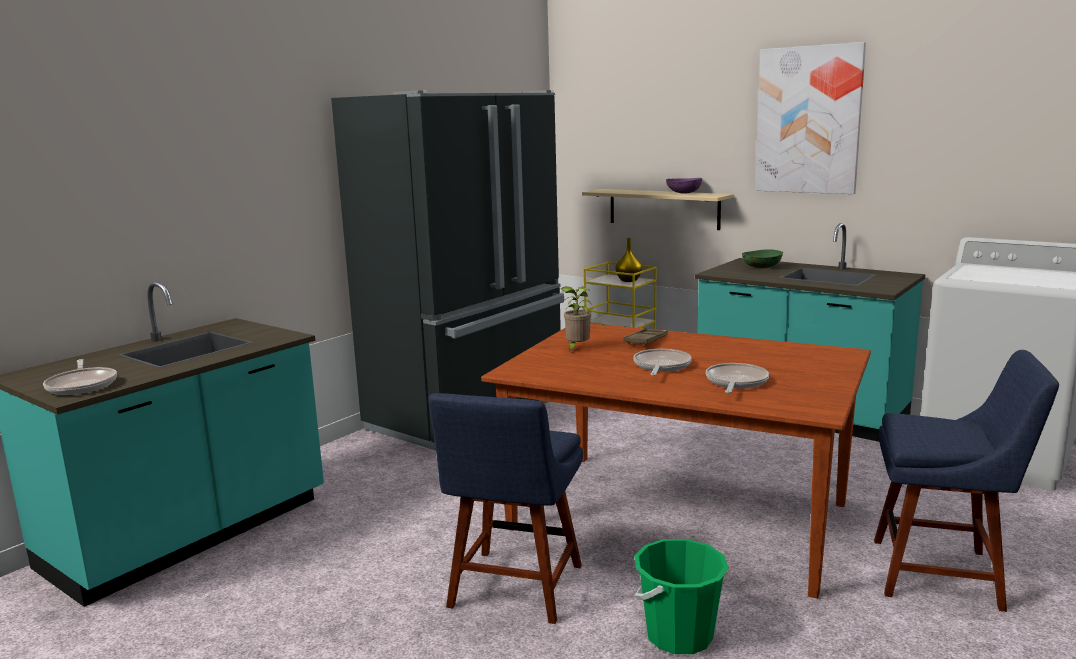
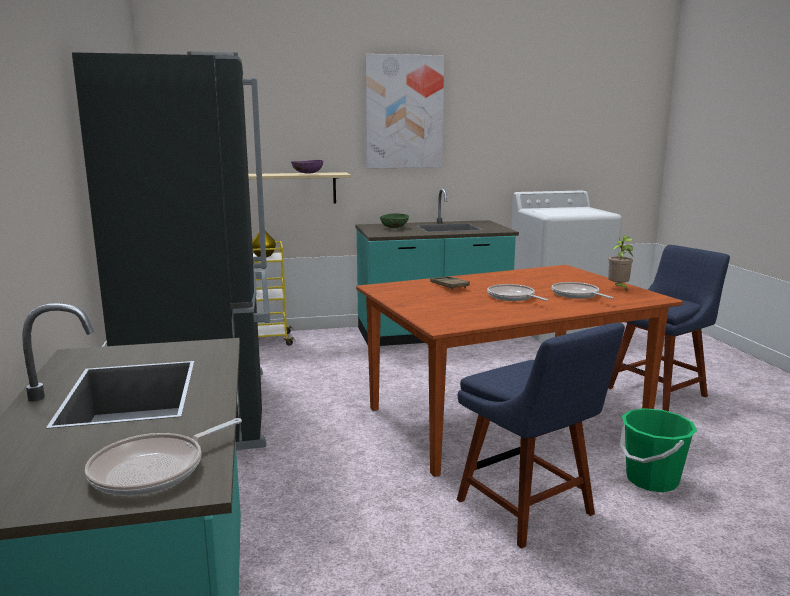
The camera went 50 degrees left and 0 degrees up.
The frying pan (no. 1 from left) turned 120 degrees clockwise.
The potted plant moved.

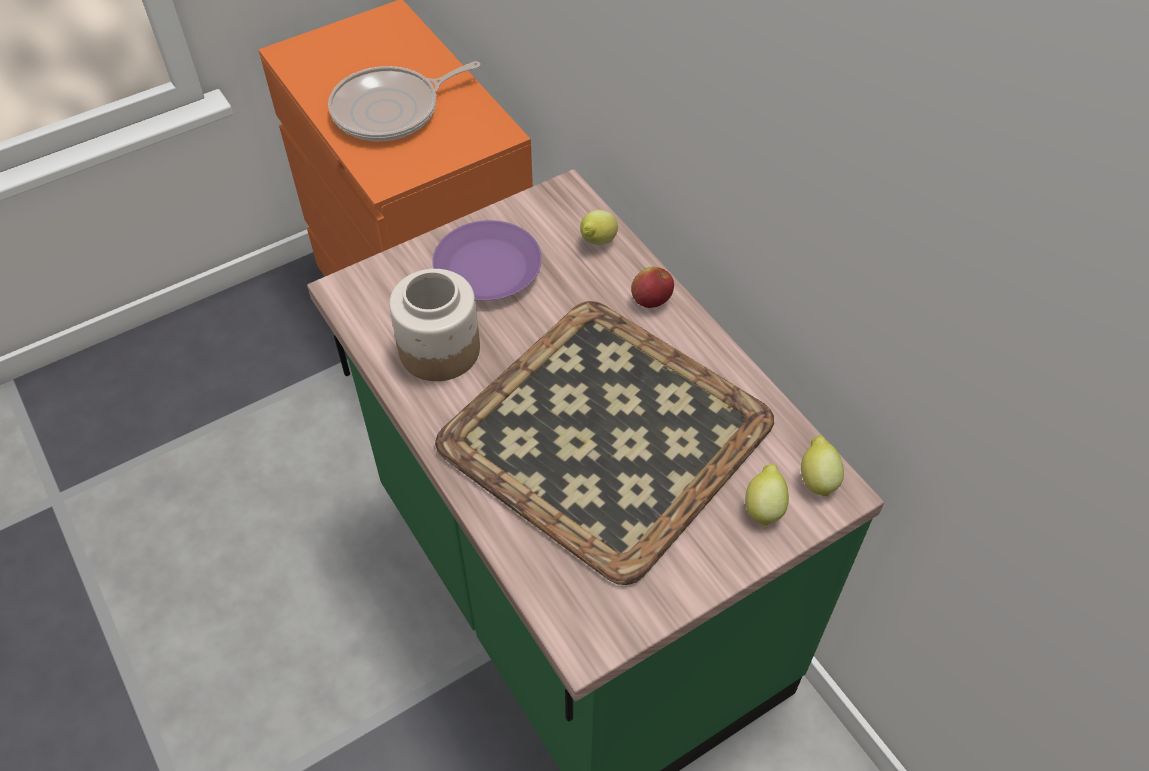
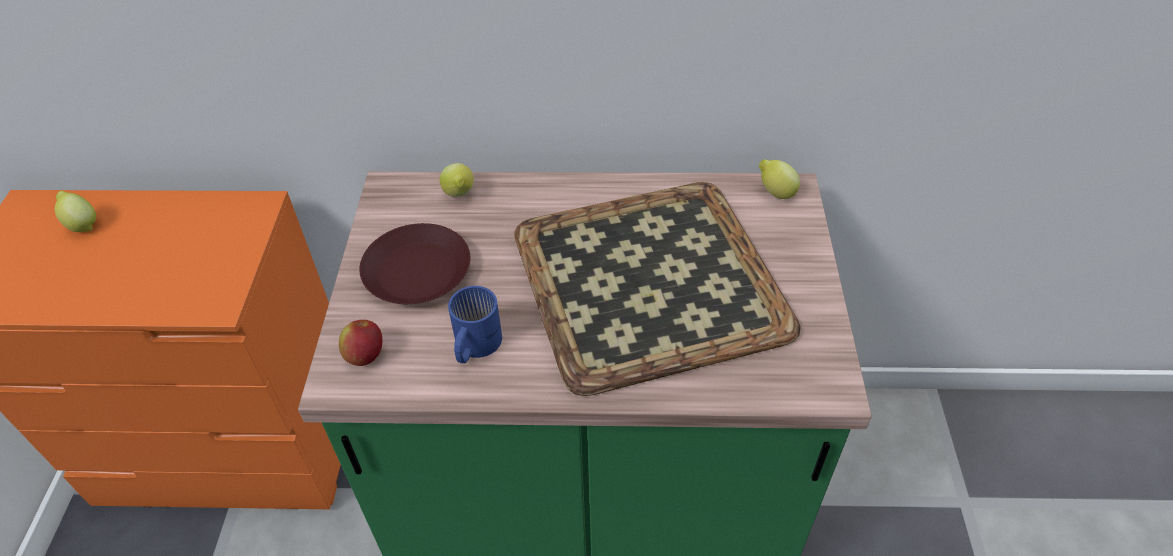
The camera went 55 degrees left and 5 degrees down.
The lemon (no. 2 from left in the first image) moved.
The apple moved.
The plate/purple became the plate/brown.
The jar was replaced by the mug/blue.
The frying pan disappeared.

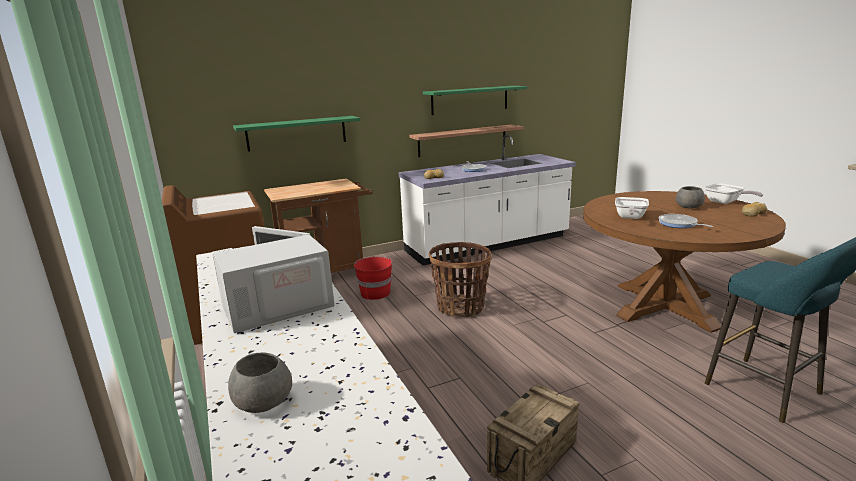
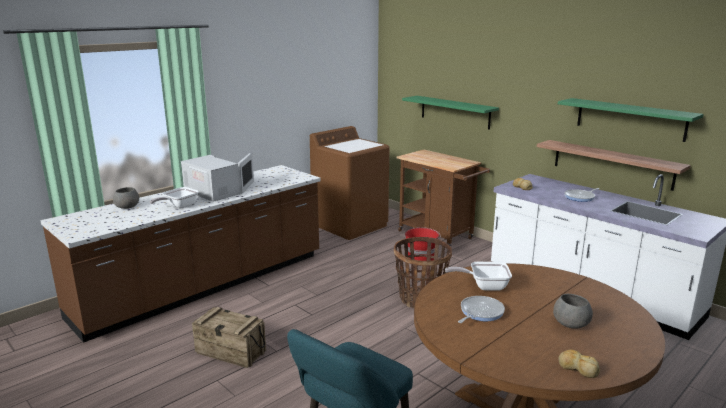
The camera went 70 degrees right and 0 degrees up.
The frying pan (no. 4 from left in the first image) moved.

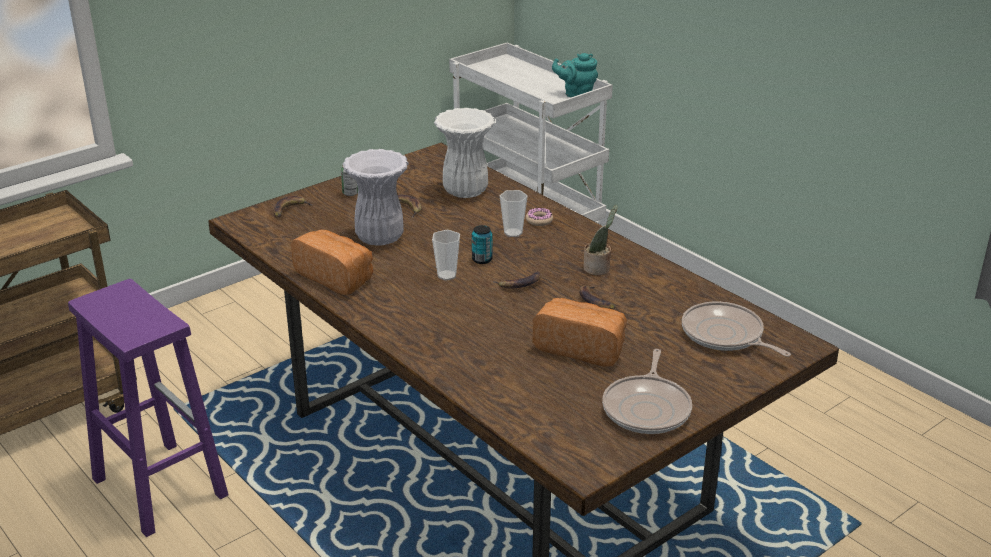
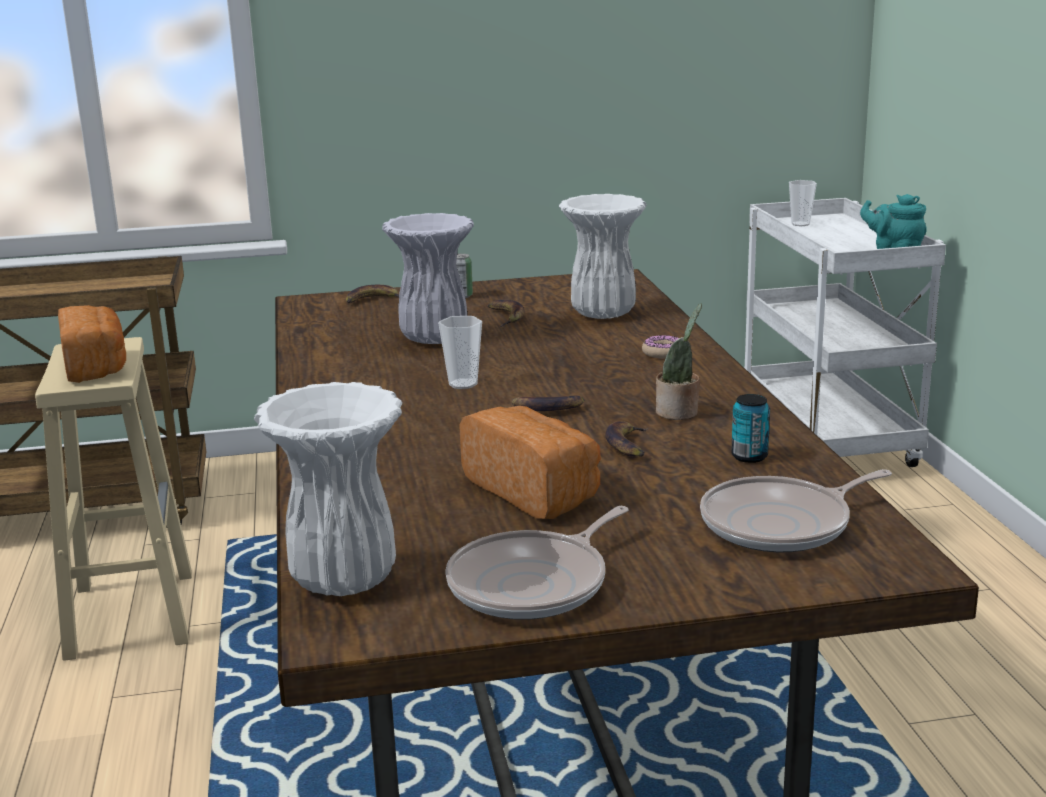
The camera went 30 degrees right and 10 degrees down.
The stool/purple became the stool/beige.
The bread (no. 1 from left) moved.
The vase/white (no. 1 from left) appeared.
The frying pan (no. 2 from left) turned 105 degrees counterclockwise.
The can (no. 2 from left) moved.
The cup (no. 2 from left) moved.

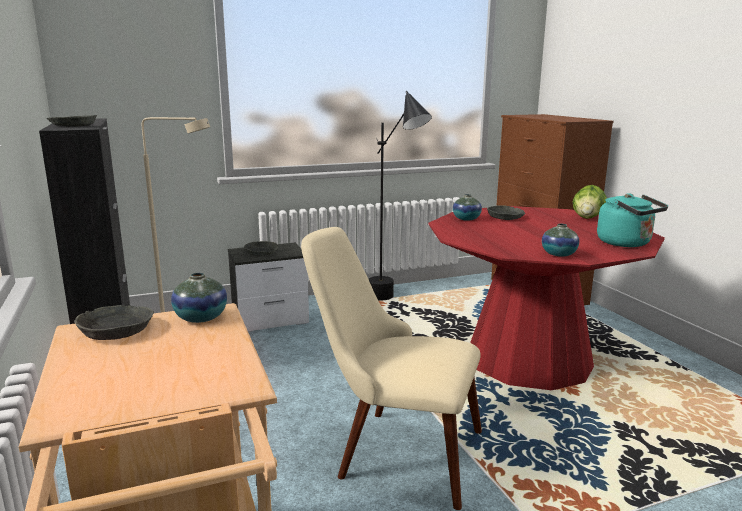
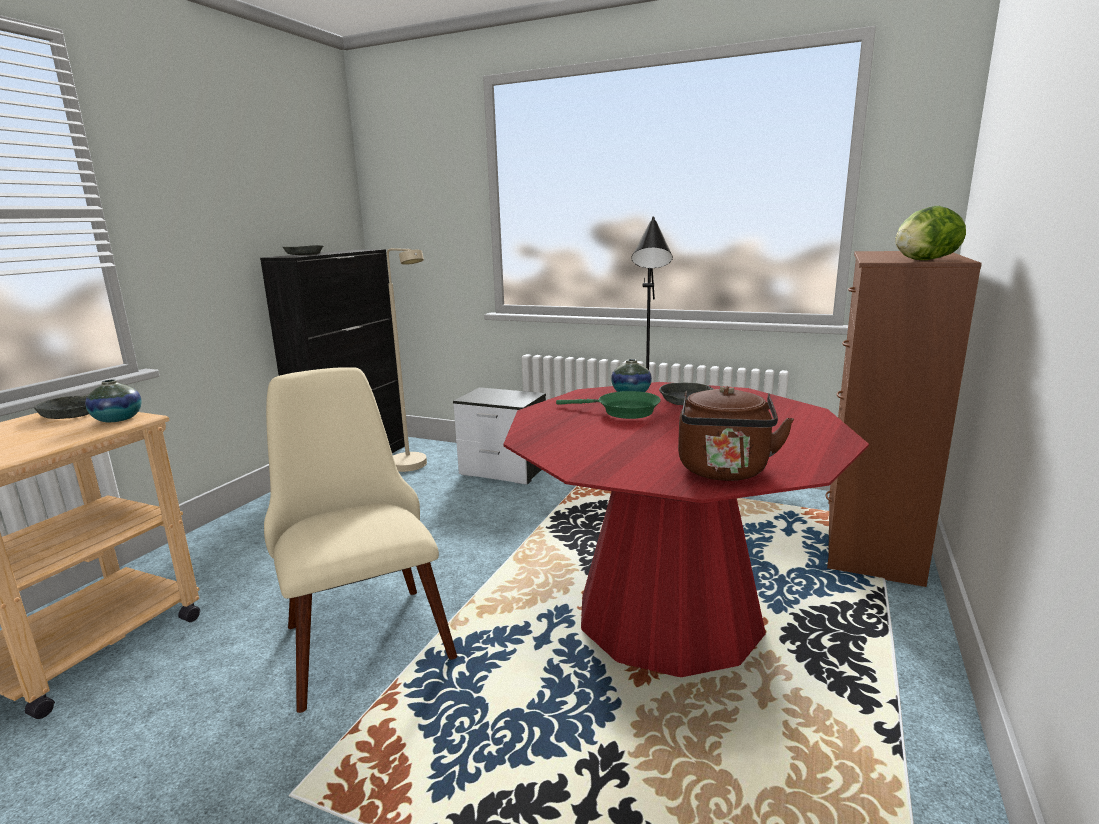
The camera went 45 degrees right and 0 degrees up.
The frying pan/green appeared.
The kettle/turquoise became the kettle/brown.
The lettuce moved.
The bowl/grey (no. 3 from left) disappeared.
The vase (no. 3 from left) disappeared.

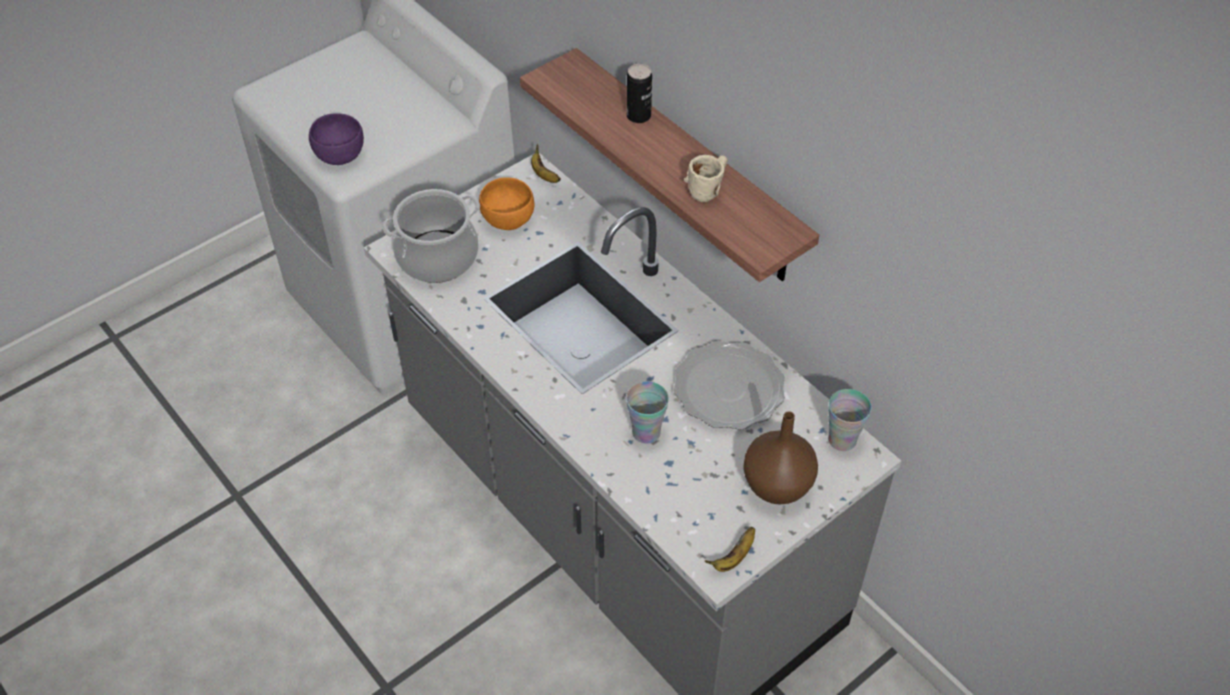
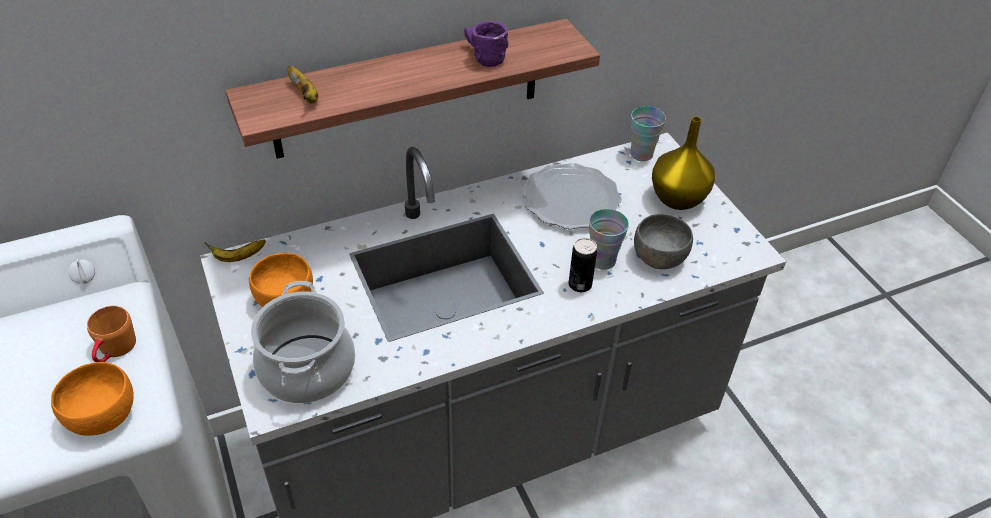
The camera went 75 degrees left and 5 degrees down.
The bowl/purple became the bowl/orange (no. 1 from left).
The mug/orange appeared.
The banana (no. 2 from left) moved.
The mug/beige became the mug/purple.
The can moved.
The bowl/grey appeared.
The vase/brown became the vase/yellow.

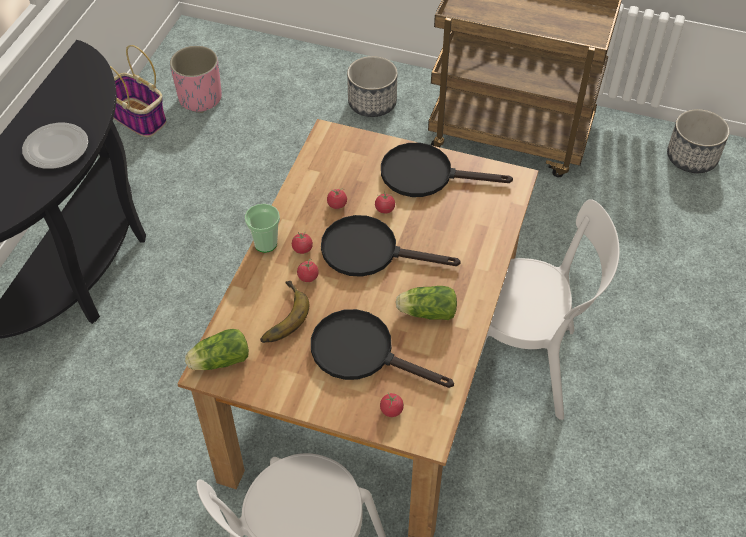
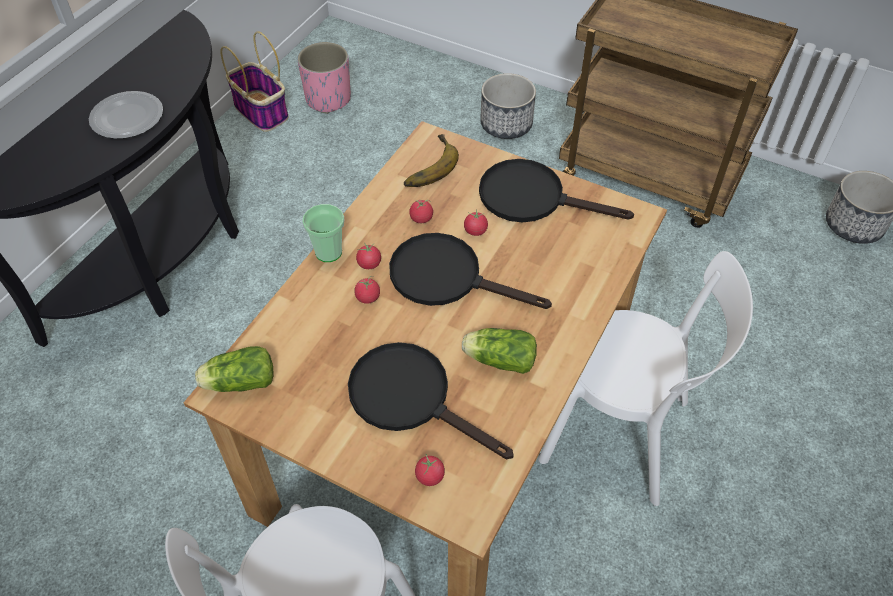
The camera went 10 degrees right and 0 degrees up.
The banana moved.

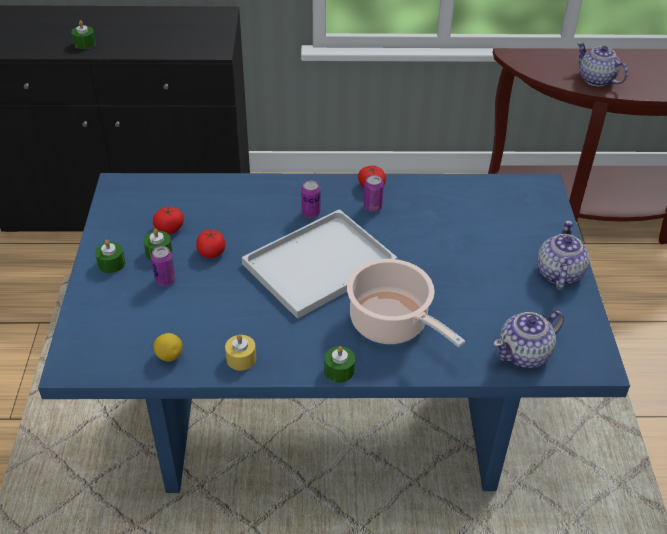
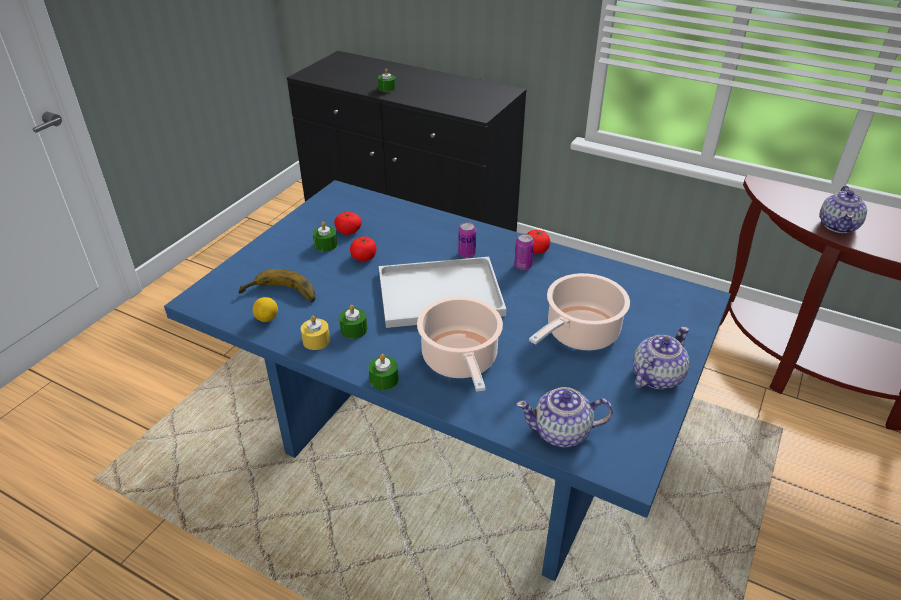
The camera went 30 degrees right and 5 degrees down.
The banana appeared.
The candle/green (no. 2 from left) moved.
The cooking pot (no. 2 from left) appeared.
The teapot (no. 3 from left) turned 150 degrees counterclockwise.
The can (no. 1 from left) disappeared.

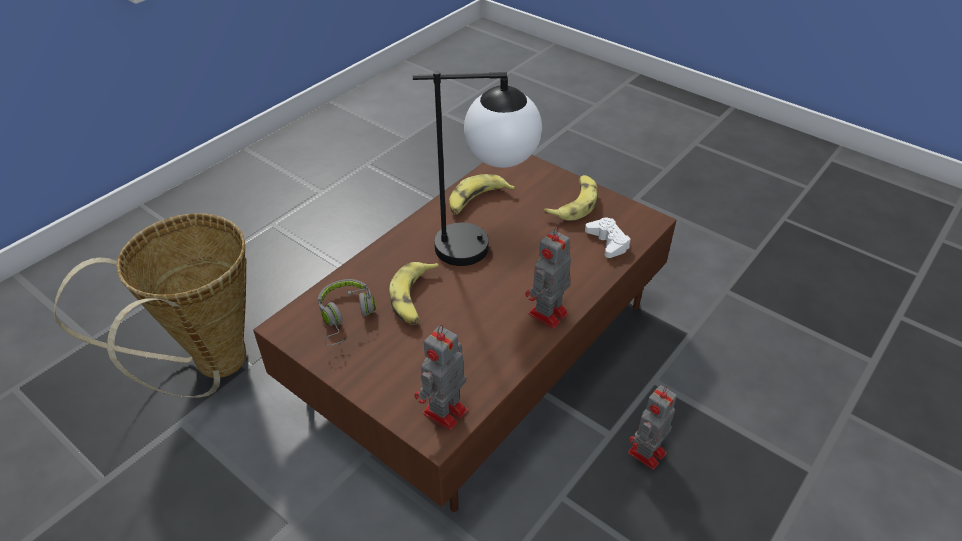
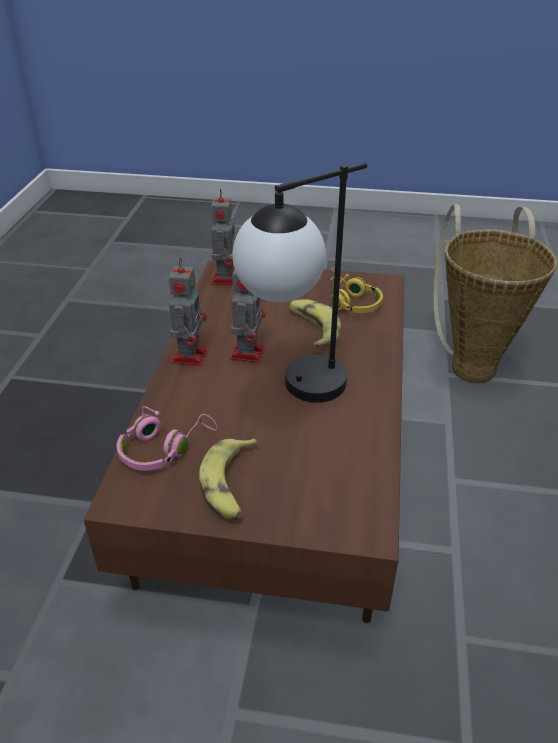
The camera went 150 degrees right and 5 degrees down.
The game controller/white was replaced by the headphones/pink.
The toy robot (no. 3 from left) moved.
The headphones/grey became the headphones/yellow.
The banana (no. 2 from left) disappeared.

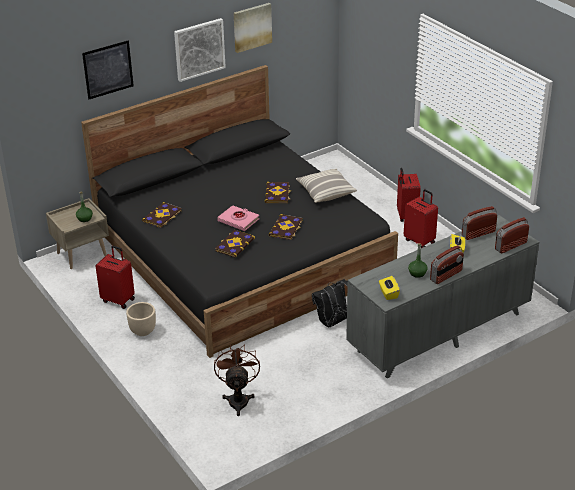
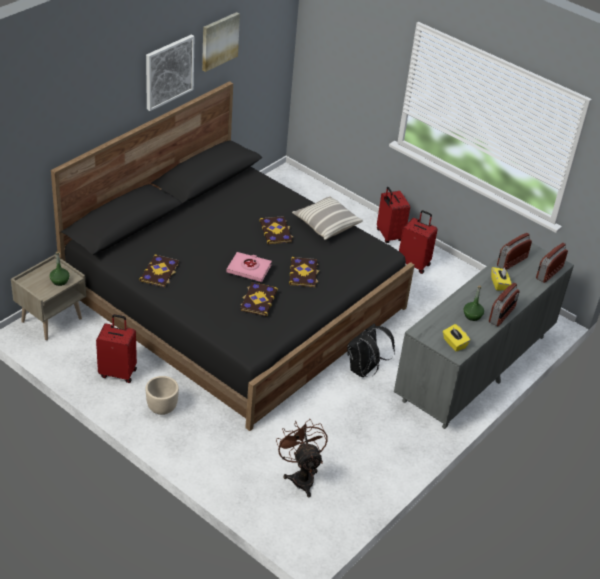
The camera went 20 degrees left and 5 degrees up.
The picture (no. 1 from left) disappeared.

